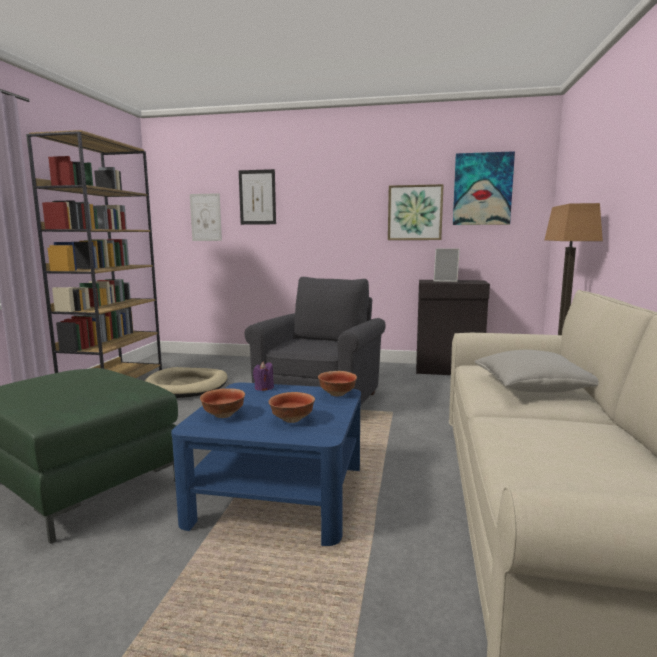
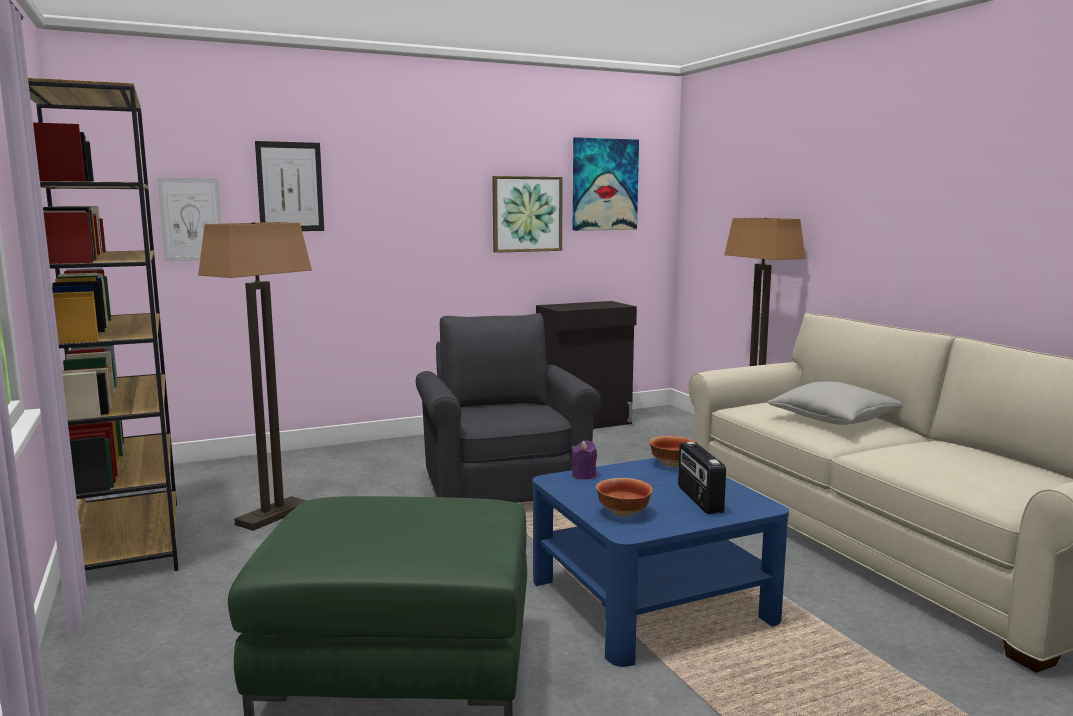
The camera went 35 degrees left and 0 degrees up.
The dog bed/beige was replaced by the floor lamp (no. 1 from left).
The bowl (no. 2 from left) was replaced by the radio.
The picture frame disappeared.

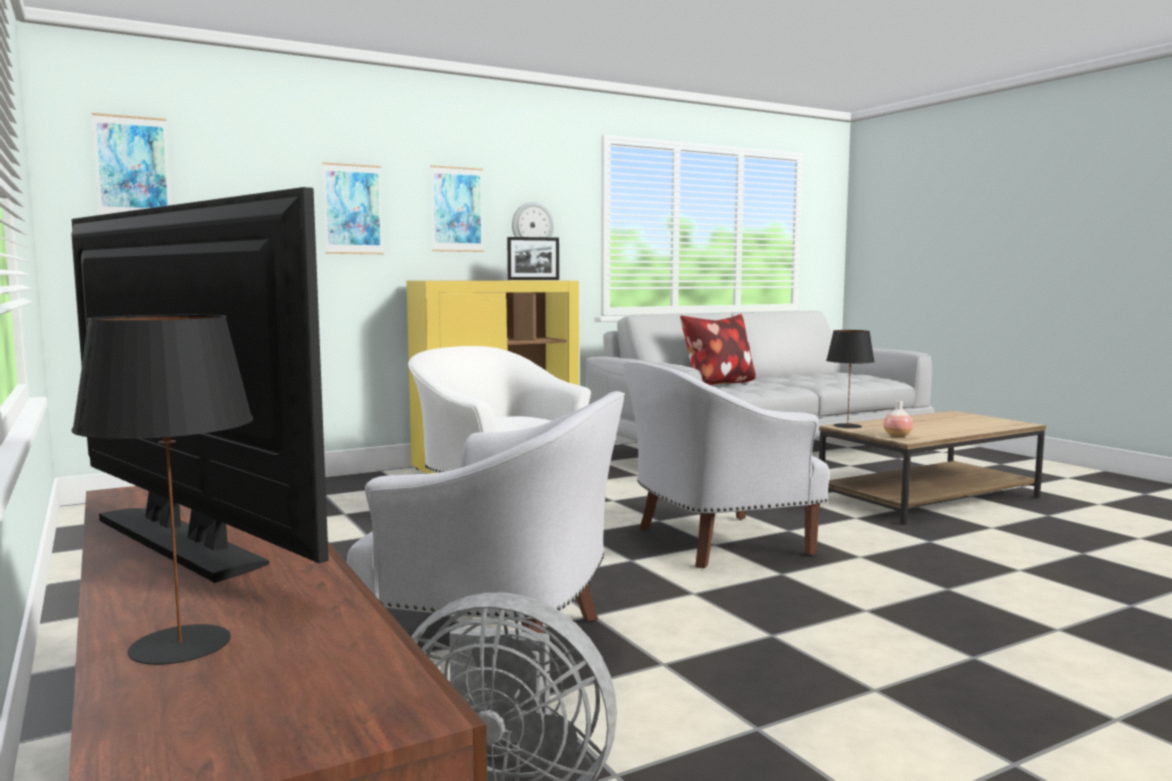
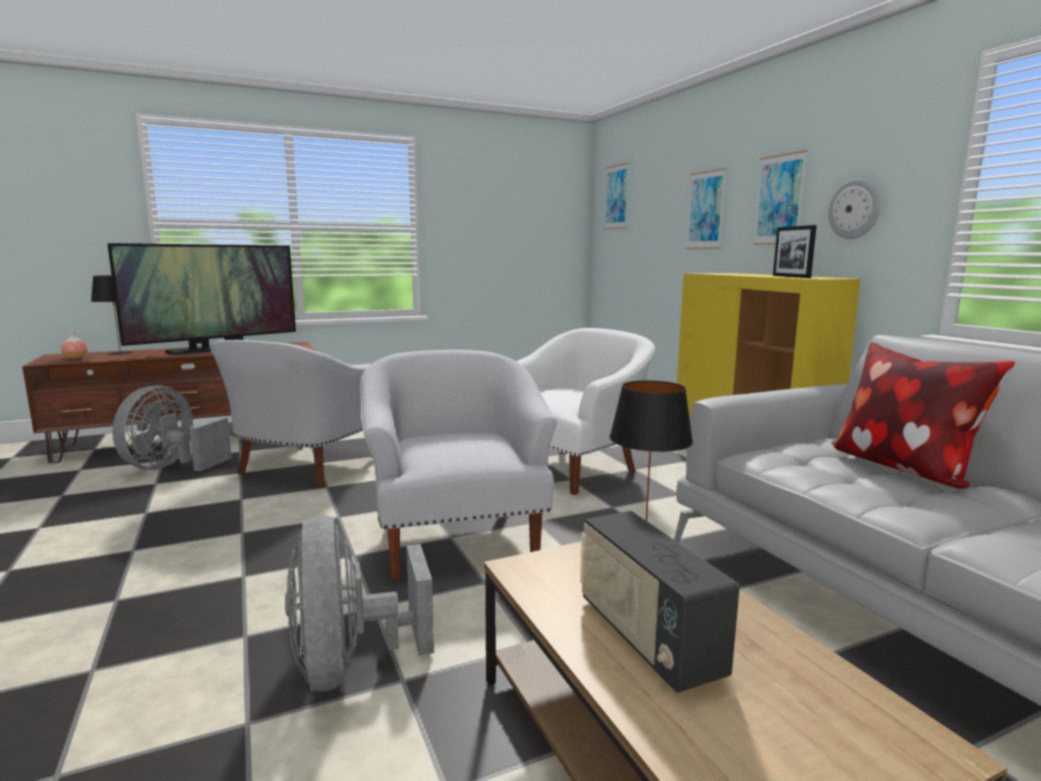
The camera went 95 degrees right and 5 degrees up.
The vase moved.
The fan/grey (no. 2 from left) appeared.
The radio appeared.

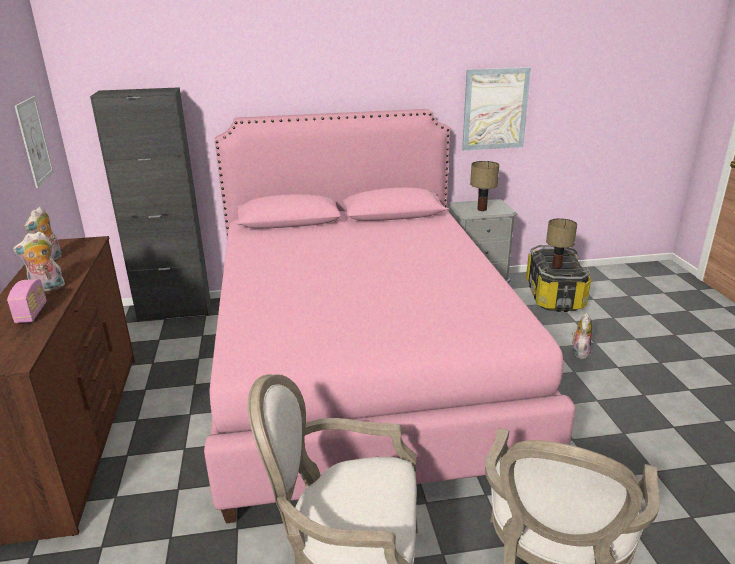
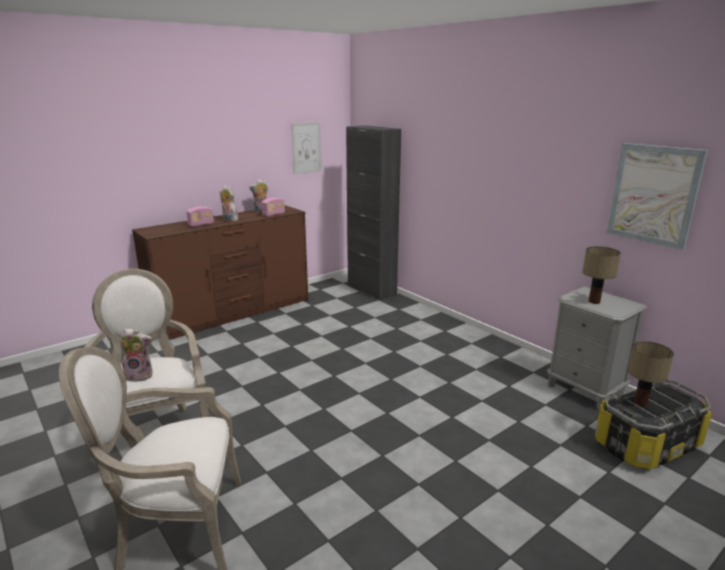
The camera went 60 degrees right and 5 degrees down.
The plush toy (no. 3 from left in the first image) moved.
The radio (no. 2 from left) appeared.
The bed/pink disappeared.

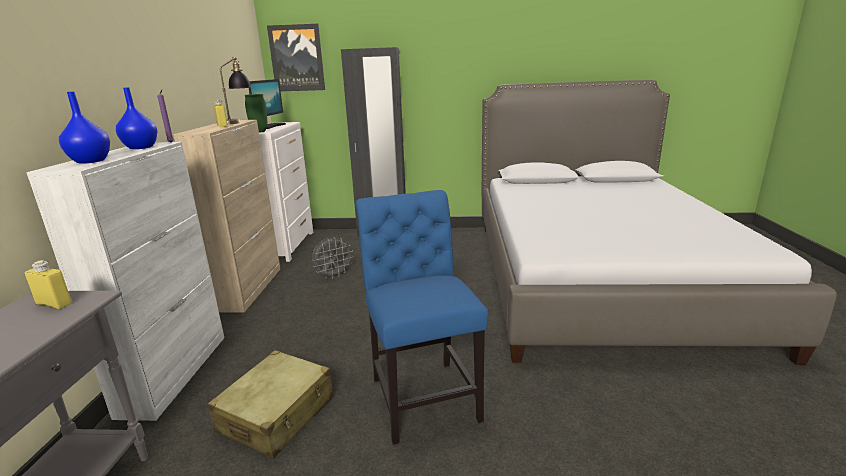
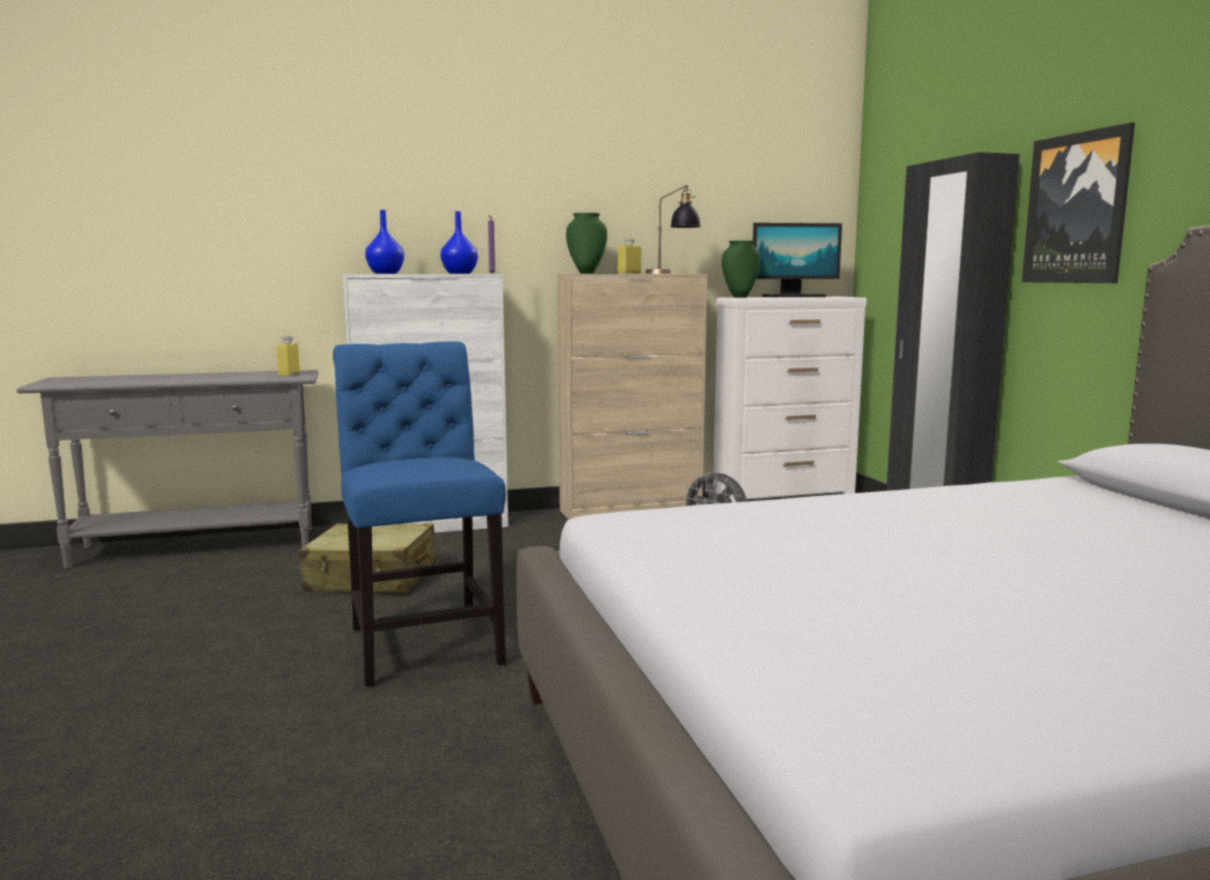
The camera went 70 degrees right and 10 degrees down.
The chair/blue turned 75 degrees counterclockwise.
The vase/green (no. 1 from left) appeared.
The picture moved.

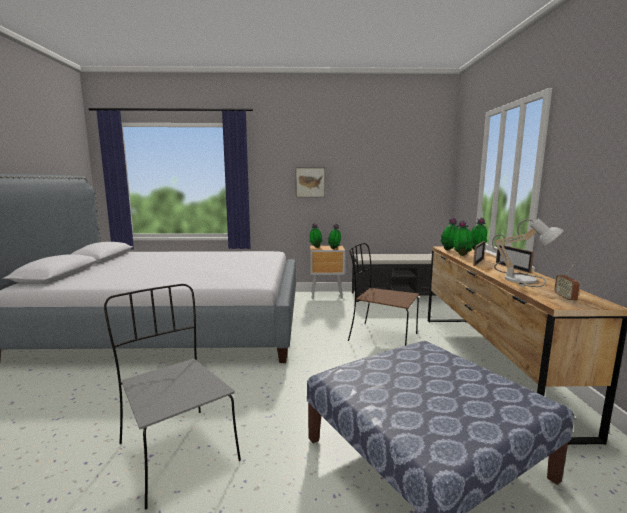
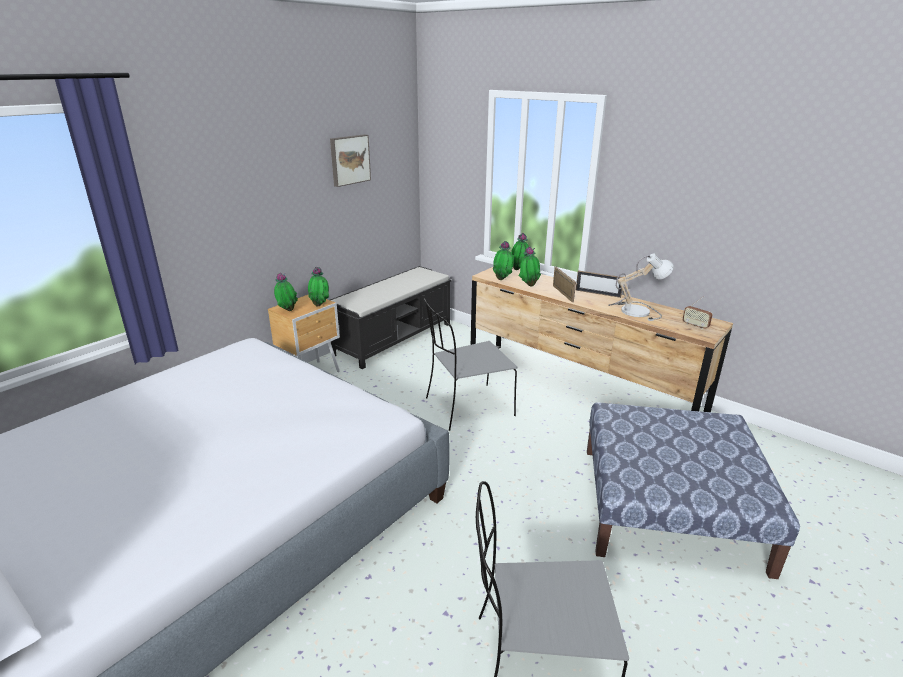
The camera went 50 degrees left and 15 degrees up.
The picture moved.
The chair/brown became the chair/grey (no. 1 from left).

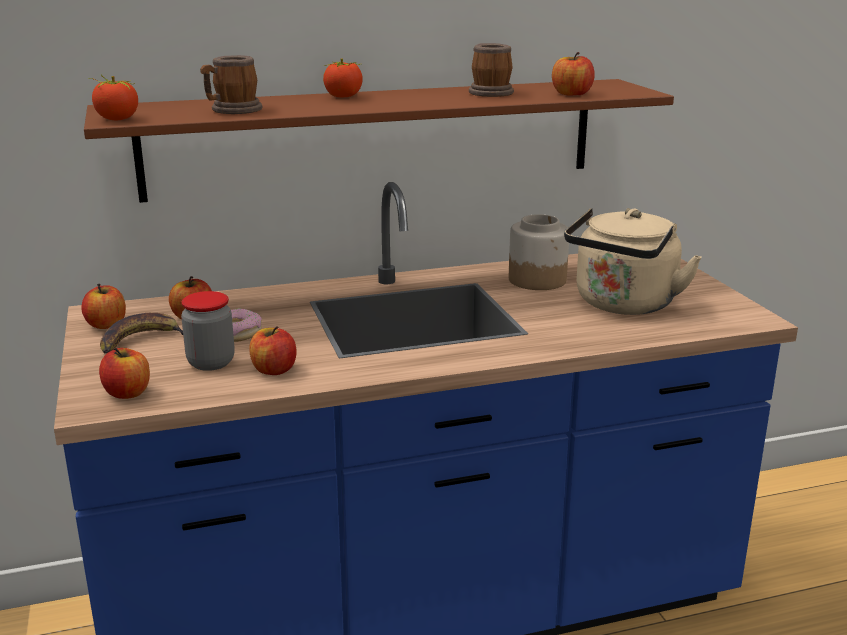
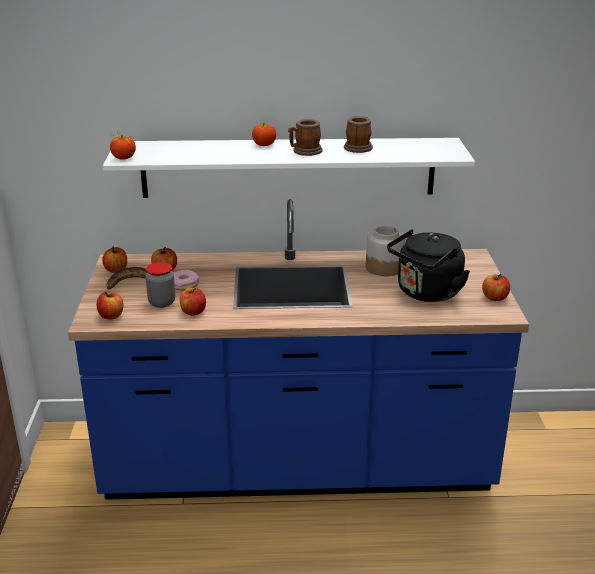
The camera went 15 degrees right and 5 degrees up.
The shelf/brown became the shelf/white.
The mug (no. 1 from left) moved.
The kettle/beige became the kettle/black.
The apple (no. 5 from left) moved.

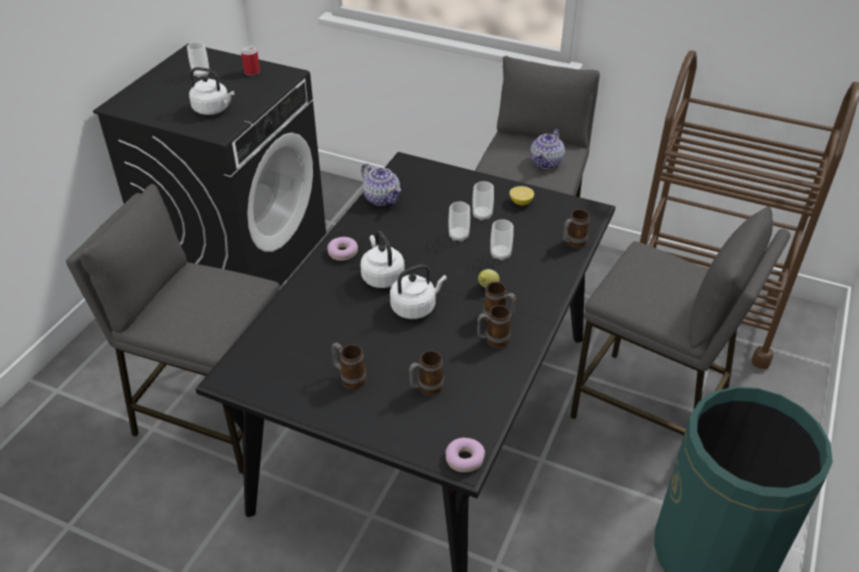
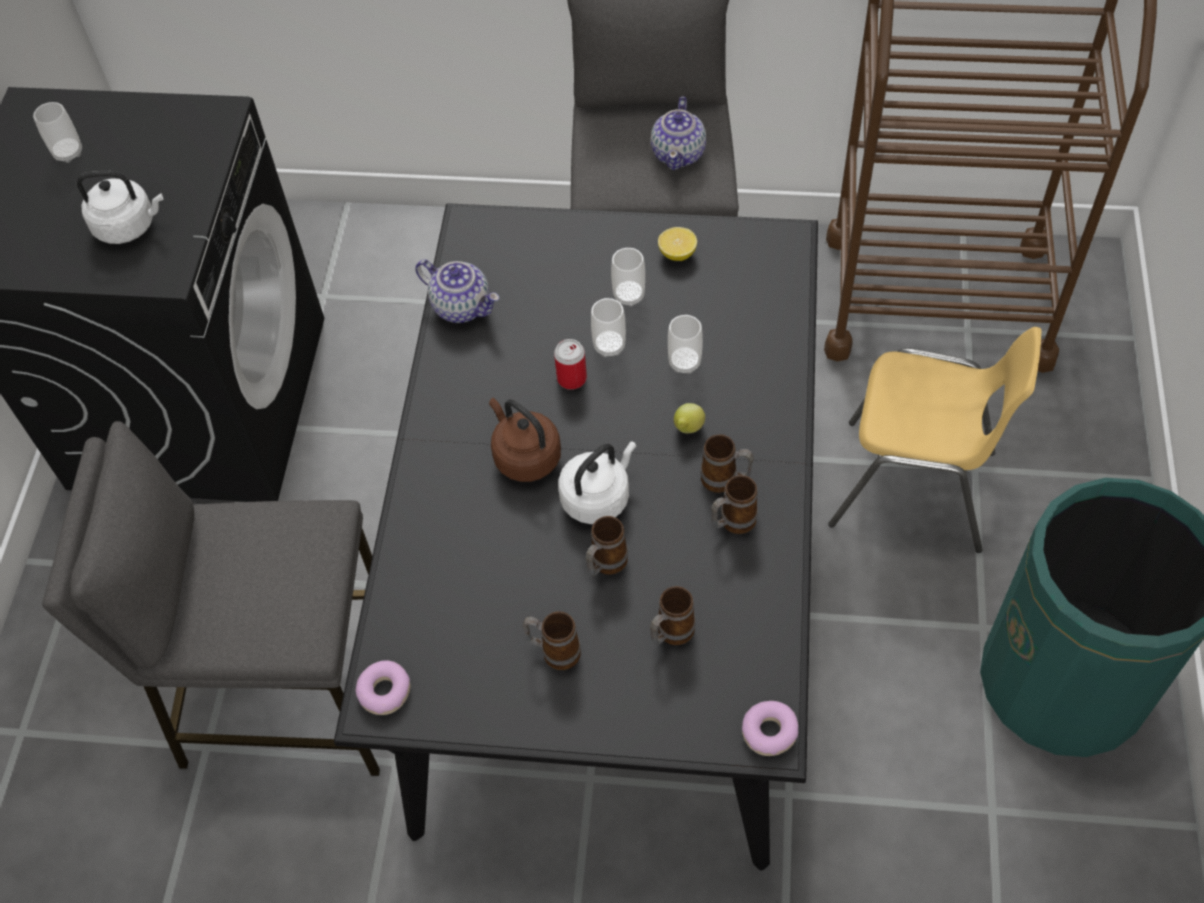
The camera went 15 degrees left and 15 degrees up.
The donut (no. 1 from left) moved.
The kettle/white (no. 2 from left) became the kettle/brown.
The can moved.
The mug (no. 5 from left in the first image) moved.
The stool/grey (no. 3 from left) was replaced by the chair/yellow.

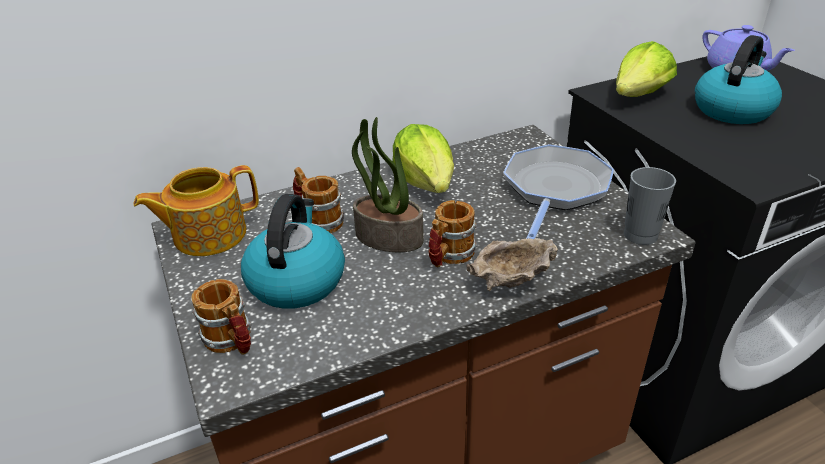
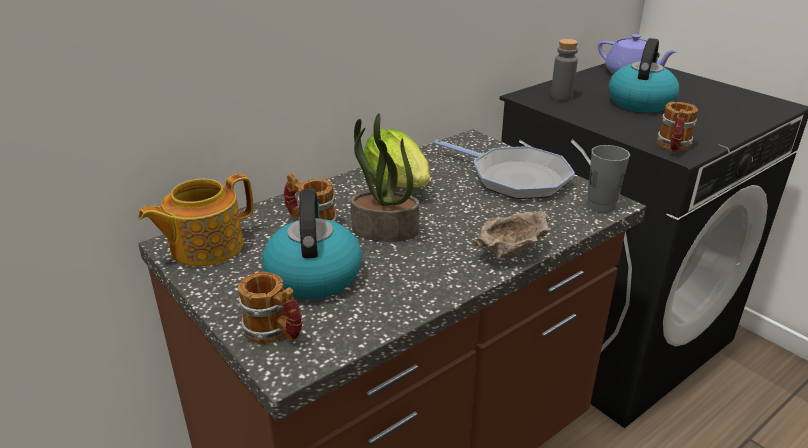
The camera went 15 degrees left and 5 degrees down.
The frying pan turned 120 degrees clockwise.
The lettuce (no. 2 from left) was replaced by the bottle/grey.
The mug (no. 3 from left) moved.

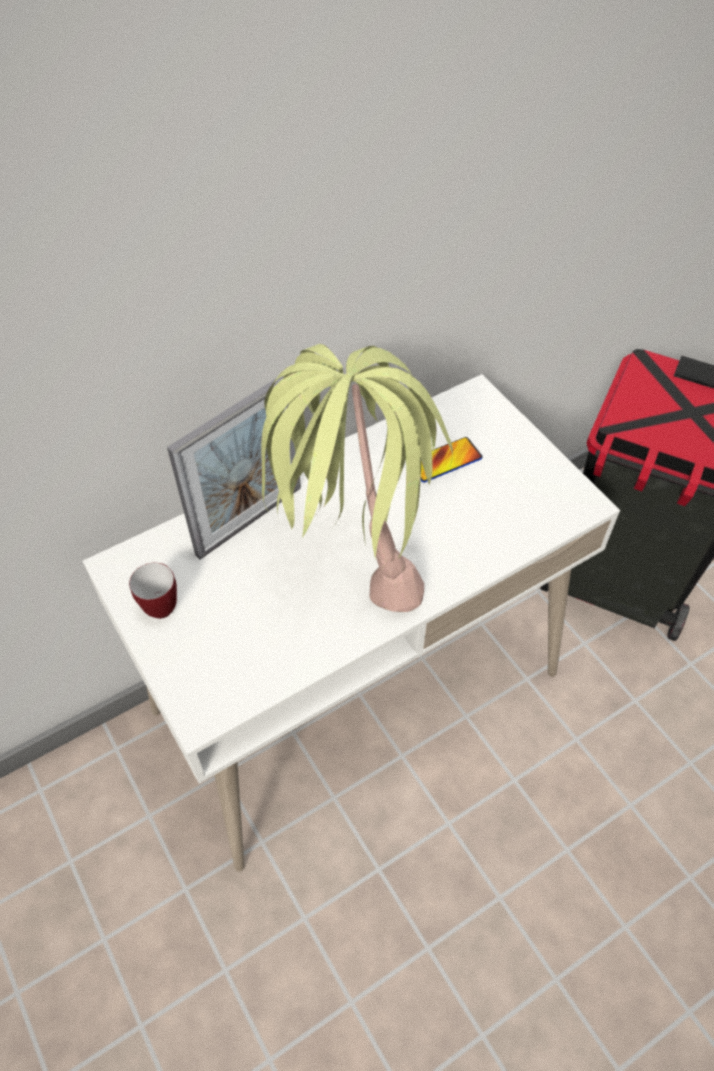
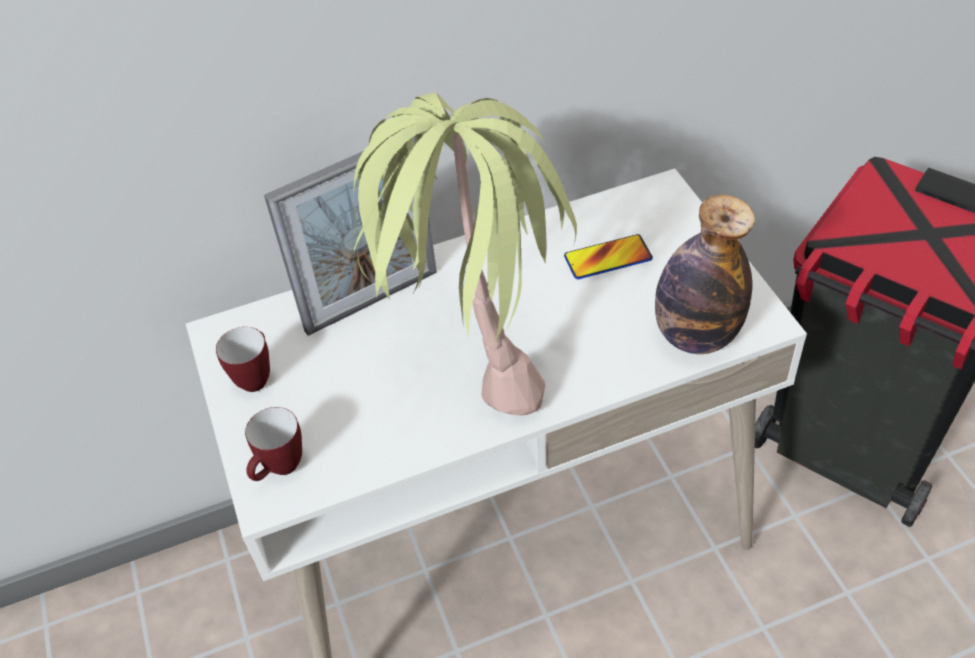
The camera went 15 degrees right and 5 degrees down.
The mug (no. 2 from left) appeared.
The bottle appeared.

